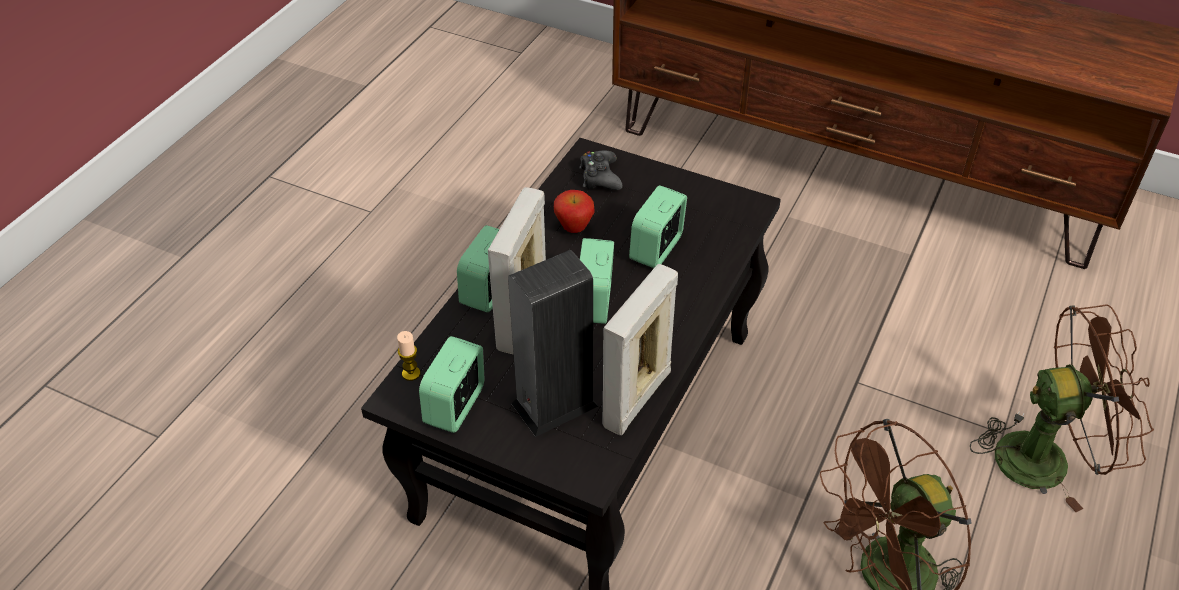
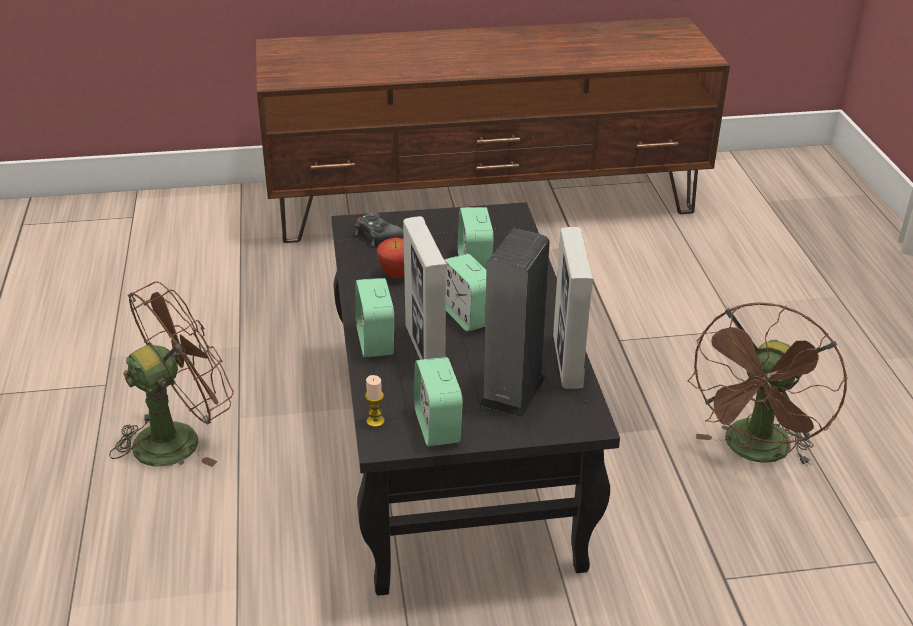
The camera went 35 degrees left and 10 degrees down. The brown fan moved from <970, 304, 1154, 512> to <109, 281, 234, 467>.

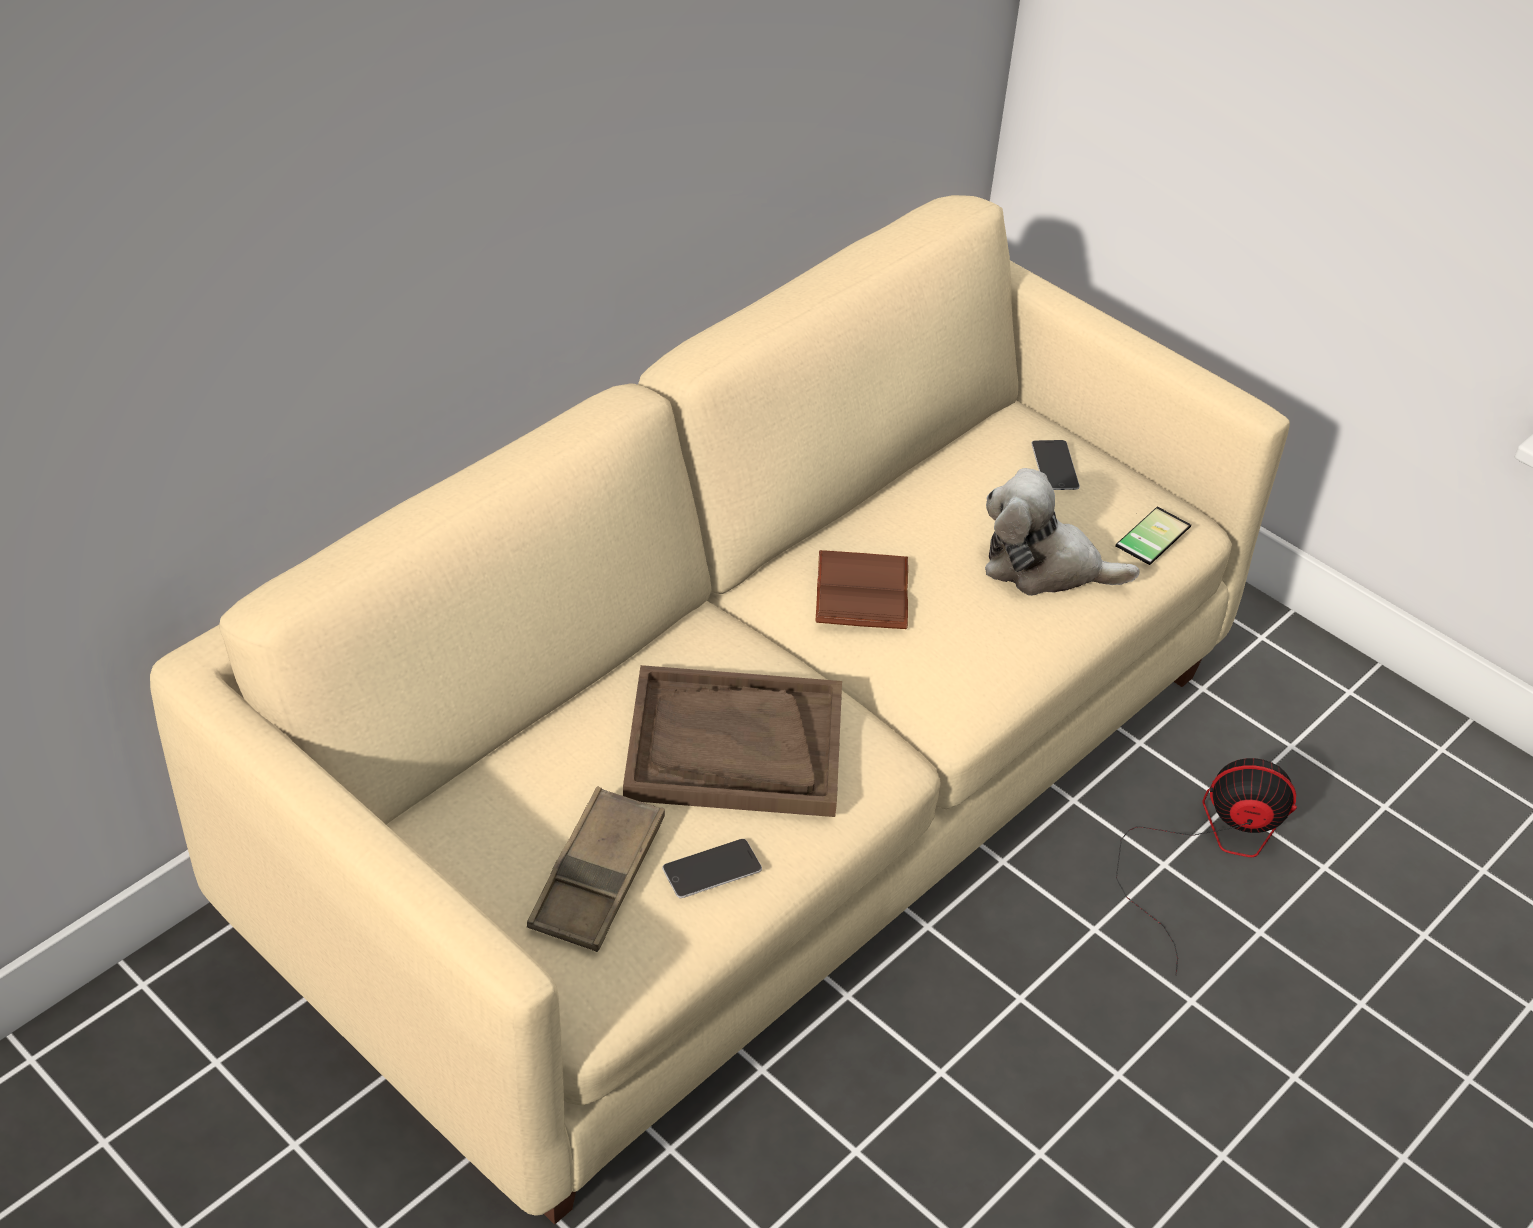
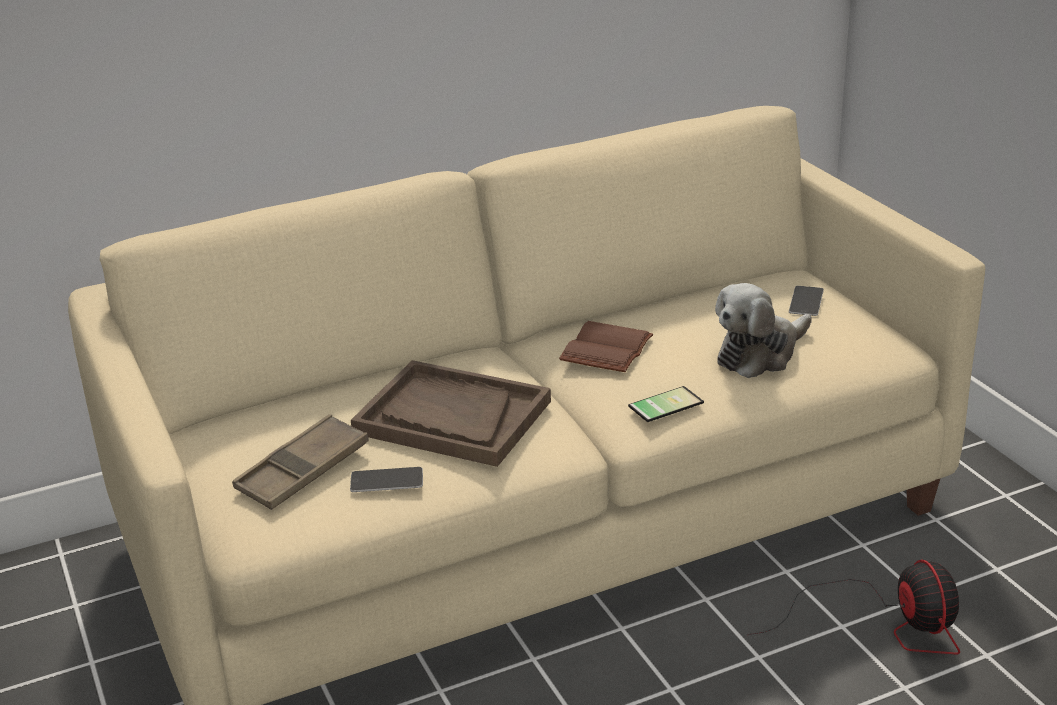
The camera went 25 degrees right and 15 degrees down. The phone moved from <1115, 506, 1191, 565> to <628, 386, 704, 422>. The plush toy at <985, 468, 1140, 596> turned 75 degrees counterclockwise. The fan at <1116, 758, 1297, 976> turned 45 degrees clockwise.

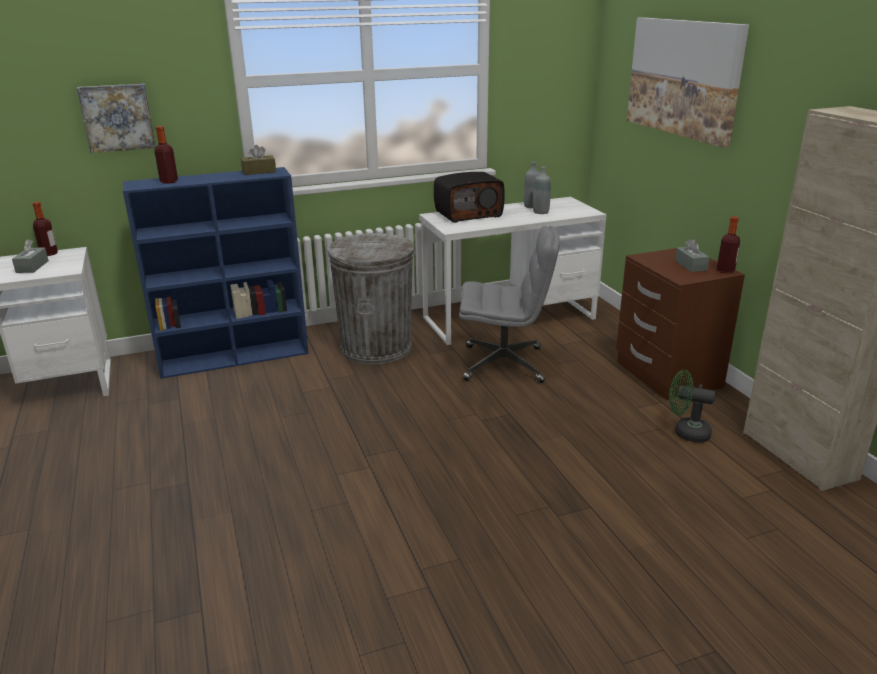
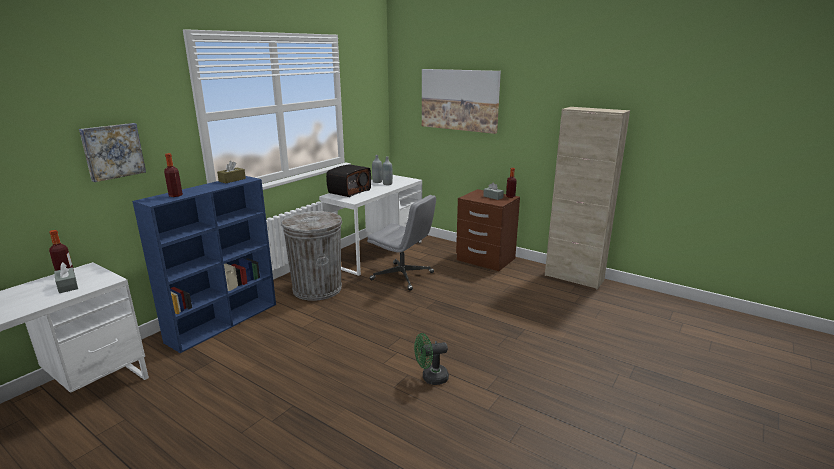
The camera went 35 degrees left and 5 degrees down. The green fan moved from <669, 370, 716, 442> to <414, 333, 449, 385>. The grey office chair at <459, 226, 560, 383> turned 60 degrees clockwise.

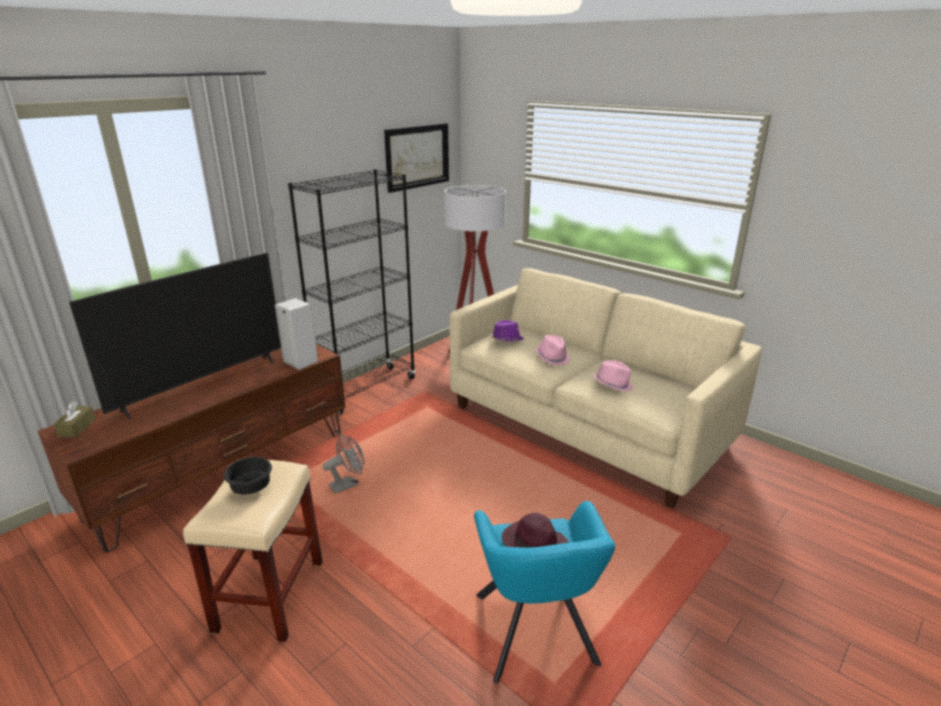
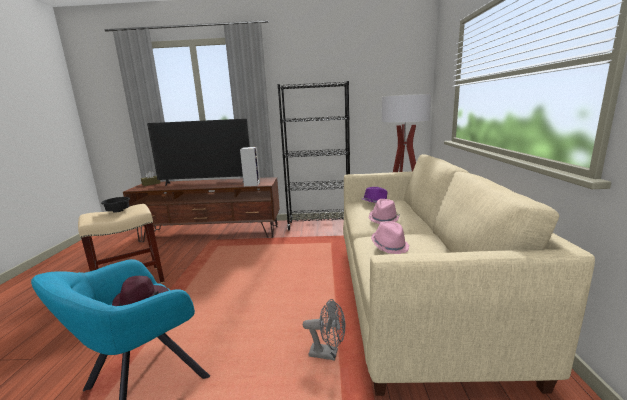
The camera went 50 degrees right and 10 degrees down. The picture at <384, 123, 449, 193> disappeared. The grey fan moved from <323, 434, 365, 494> to <303, 299, 345, 361>.

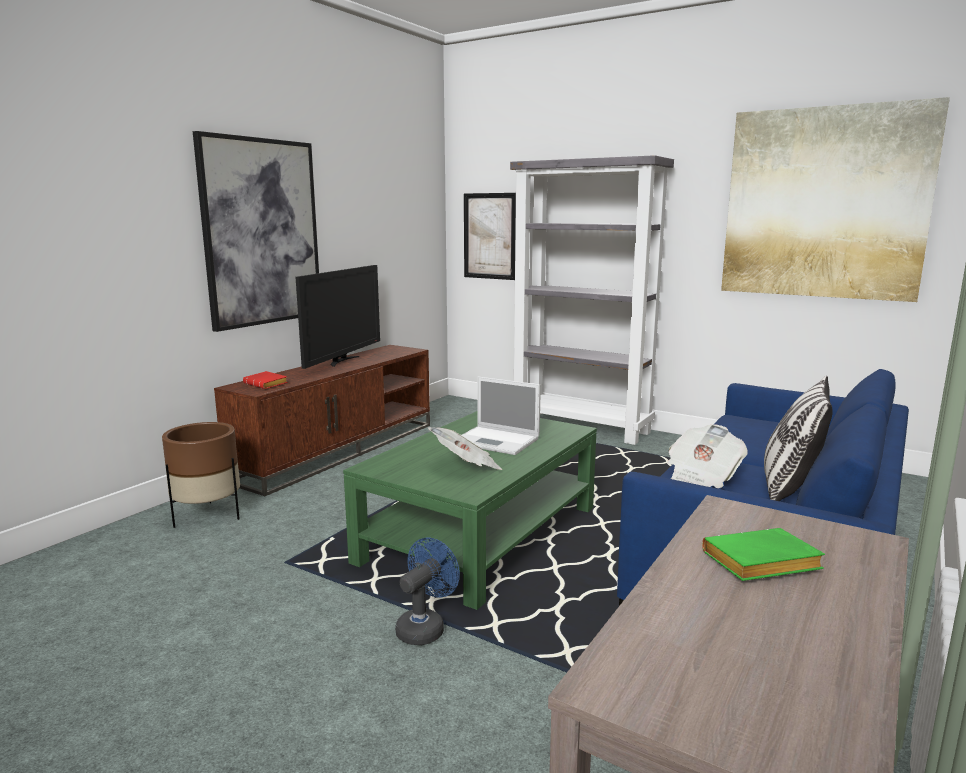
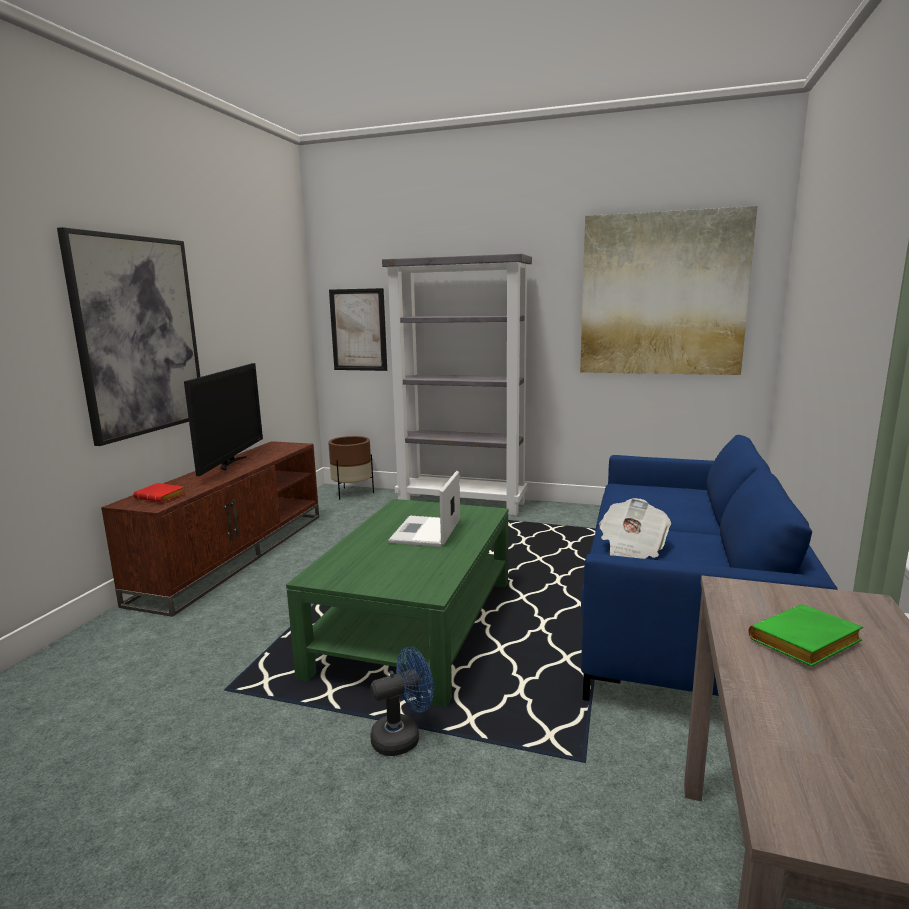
The camera went 15 degrees left and 0 degrees up. The newspaper at <428, 427, 503, 470> disappeared. The pillow at <764, 376, 833, 501> disappeared. The brown planter moved from <162, 422, 240, 528> to <328, 436, 374, 500>. The blue fan at <395, 538, 460, 645> turned 45 degrees clockwise. The laptop at <462, 377, 541, 455> turned 90 degrees clockwise.

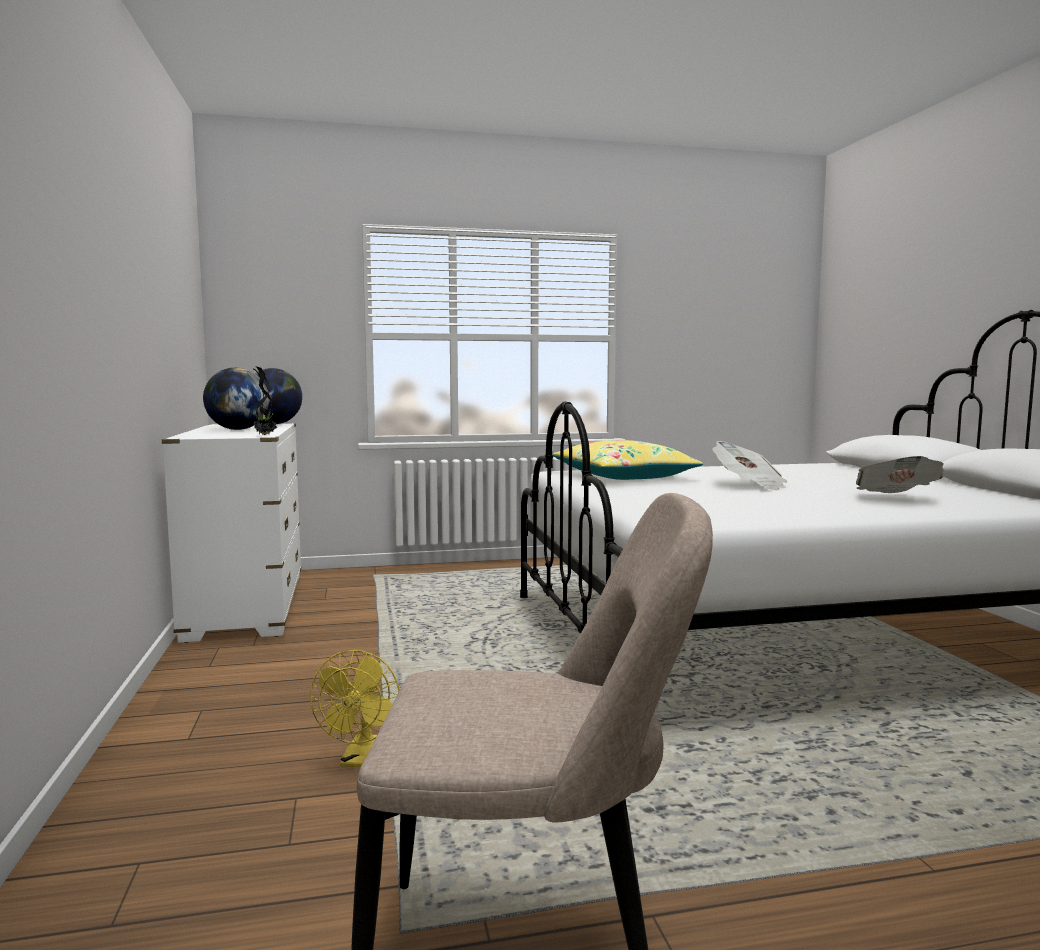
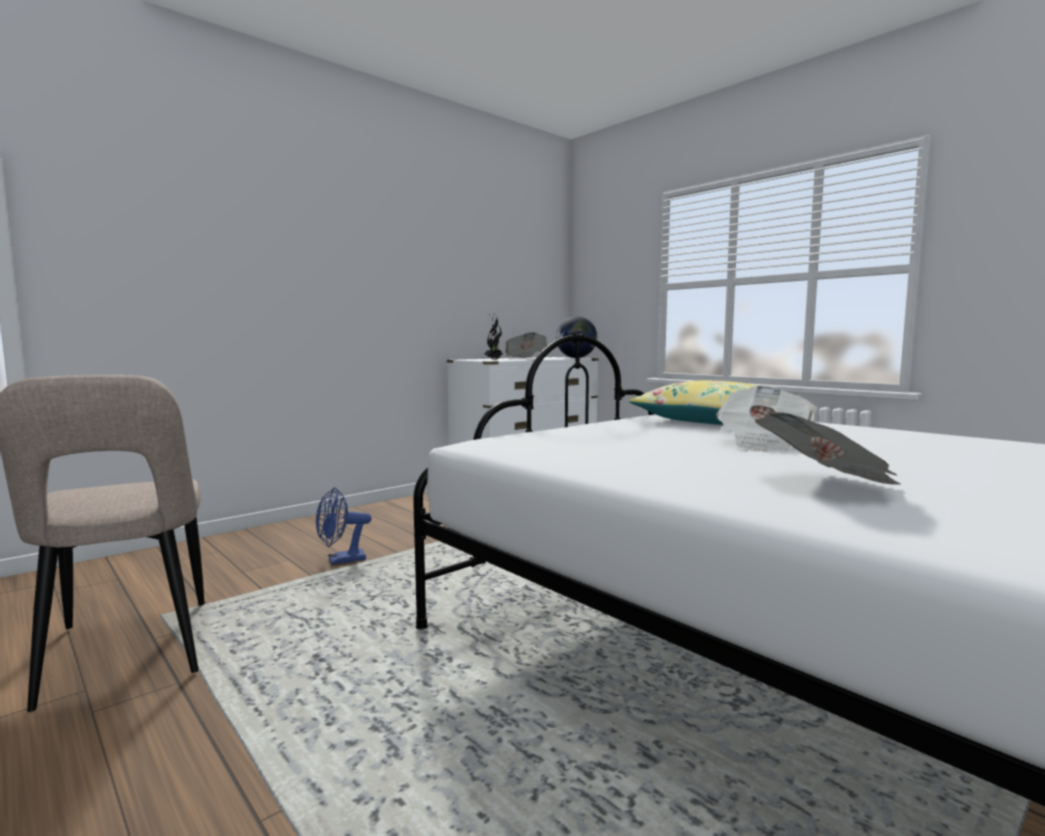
The camera went 60 degrees right and 0 degrees up. The globe at <203, 368, 269, 430> was replaced by the newspaper at <505, 332, 547, 358>. The yellow fan at <310, 650, 400, 767> became the blue fan at <316, 487, 371, 565>.

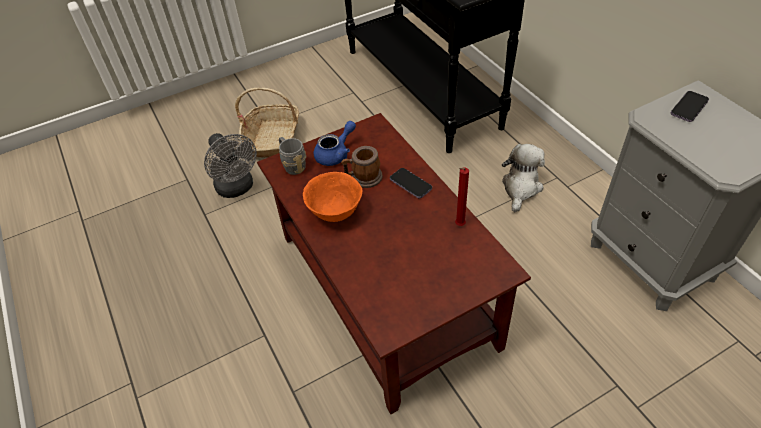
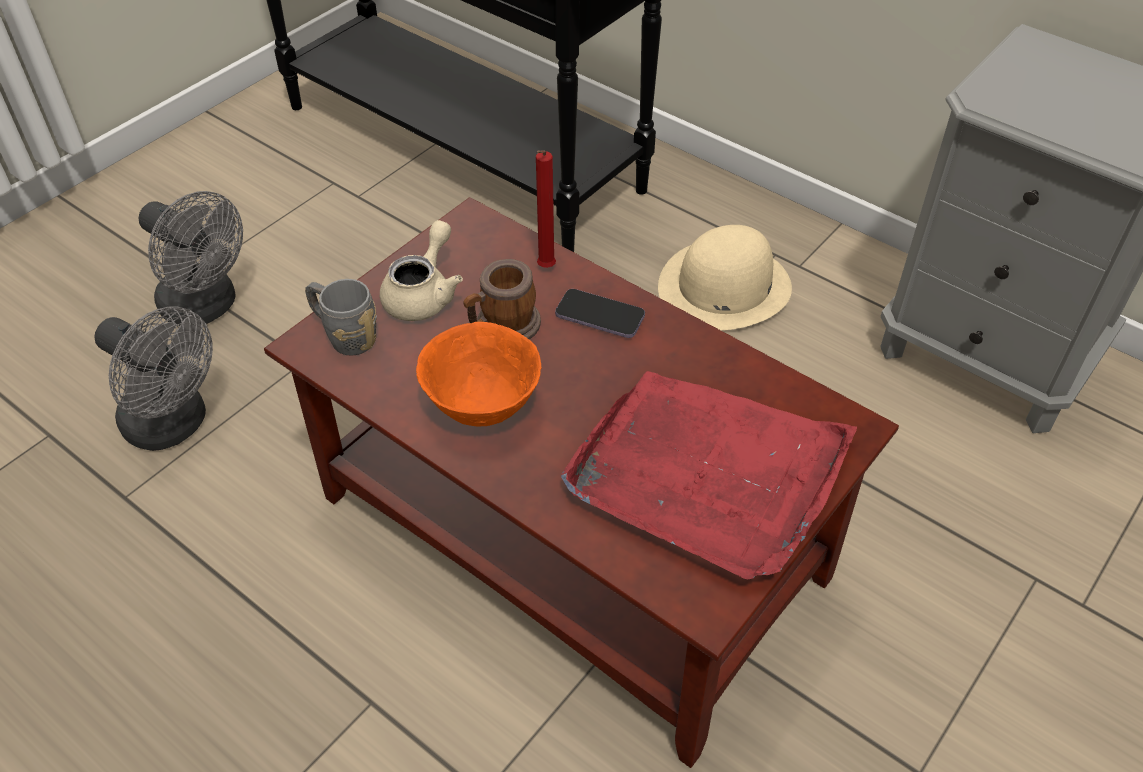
The camera went 25 degrees left and 0 degrees up. The phone at <671, 91, 709, 122> disappeared. The red tray at <561, 371, 857, 579> appeared. The red candle moved from <455, 167, 469, 226> to <536, 150, 556, 268>. The basket at <235, 88, 299, 158> was replaced by the grey fan at <139, 191, 243, 326>. The plush toy at <502, 144, 545, 212> was replaced by the beige hat at <658, 225, 792, 330>. The blue teapot at <314, 121, 356, 166> became the beige teapot at <380, 220, 463, 321>.

